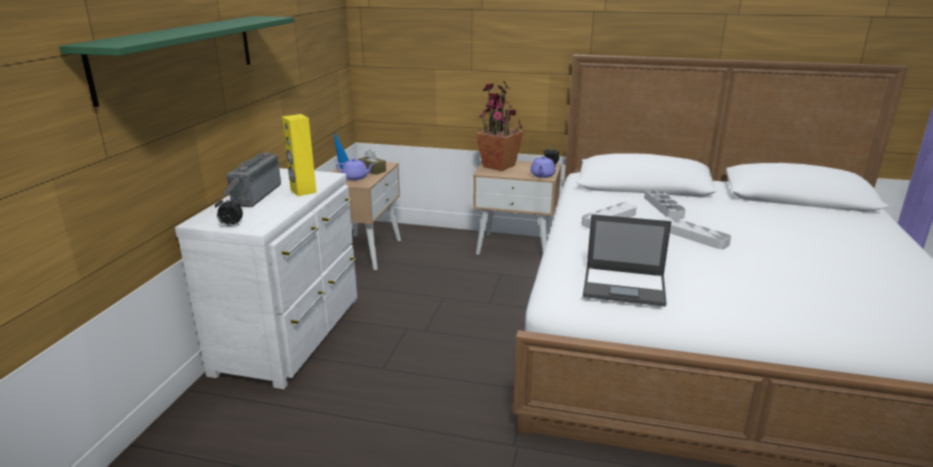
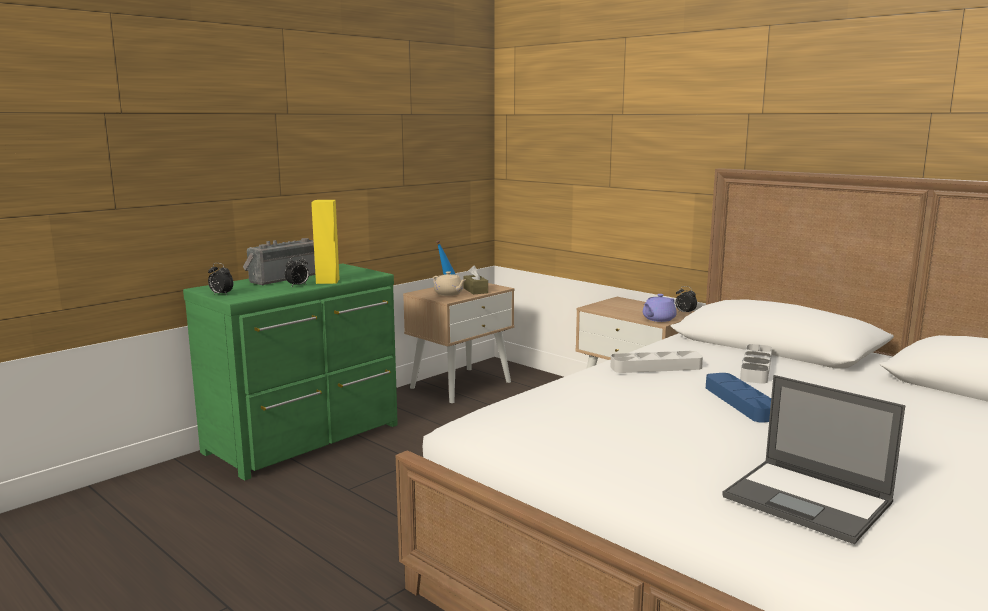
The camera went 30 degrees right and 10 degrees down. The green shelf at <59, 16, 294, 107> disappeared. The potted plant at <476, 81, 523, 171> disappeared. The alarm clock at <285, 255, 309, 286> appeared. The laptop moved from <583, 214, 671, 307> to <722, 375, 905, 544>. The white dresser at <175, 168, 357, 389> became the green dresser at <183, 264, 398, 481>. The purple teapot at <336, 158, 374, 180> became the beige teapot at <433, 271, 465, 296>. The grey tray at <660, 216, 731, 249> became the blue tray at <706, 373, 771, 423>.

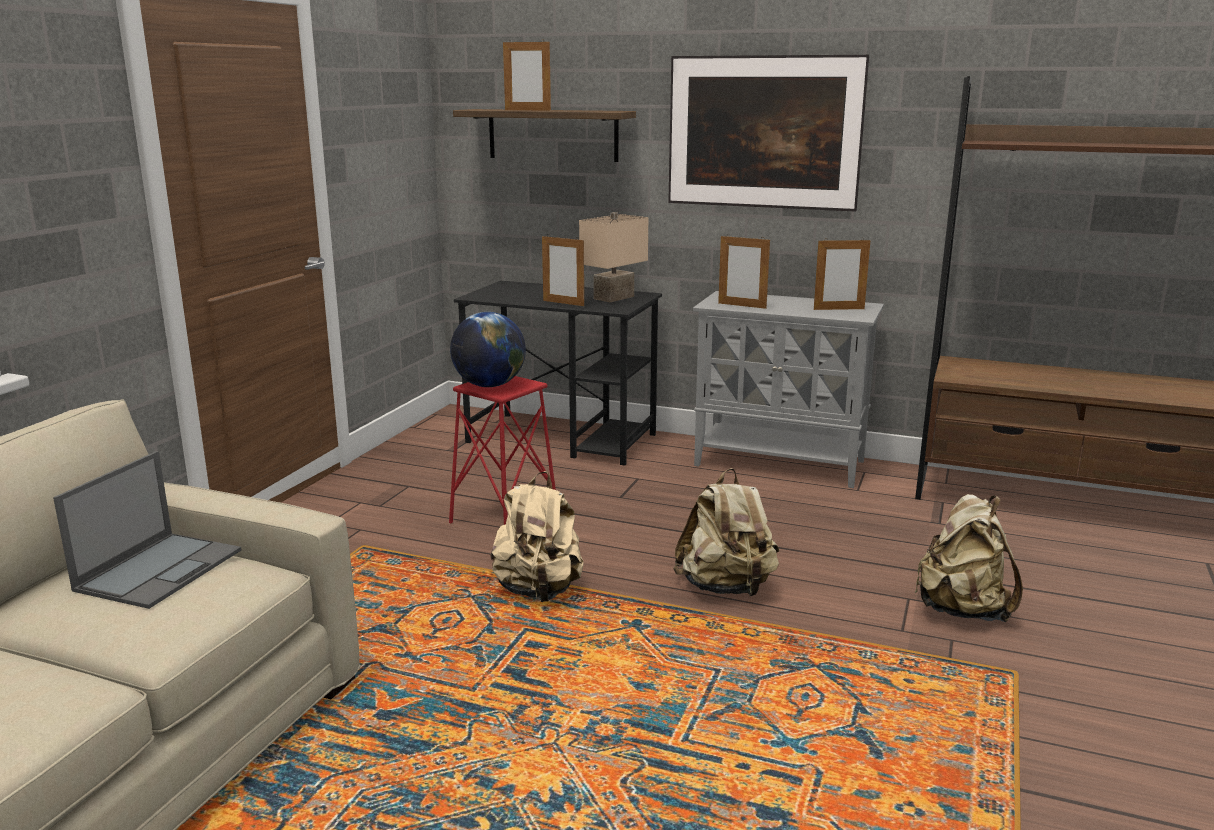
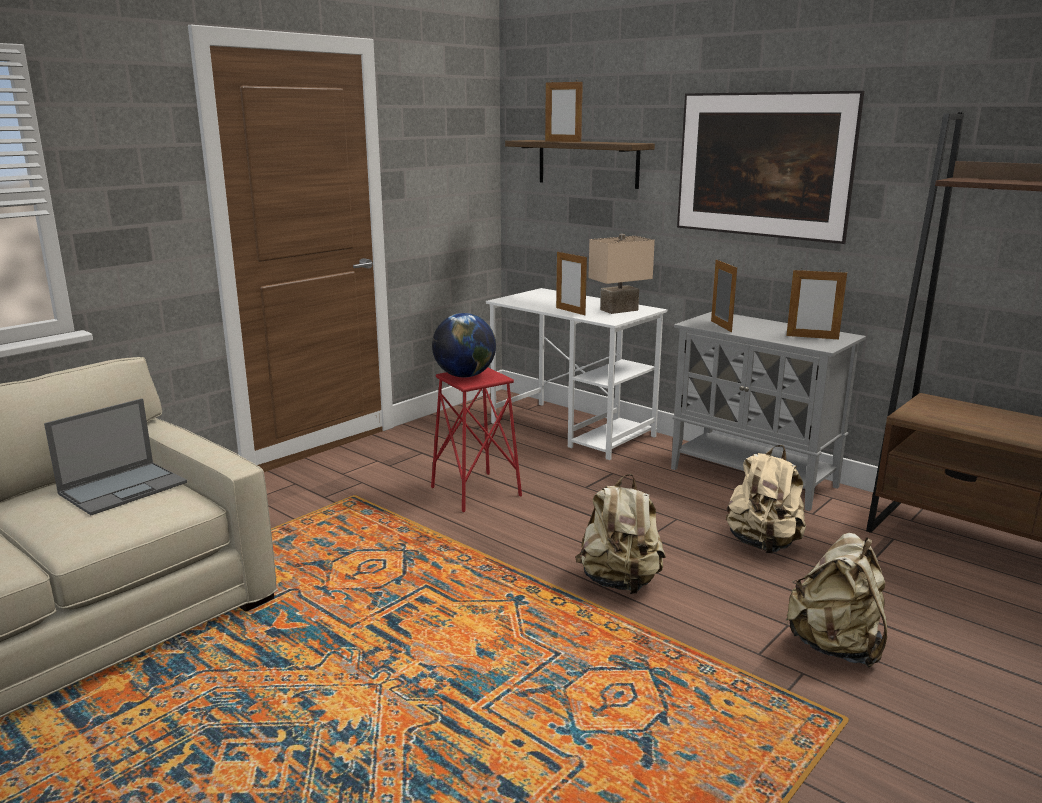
The camera went 20 degrees right and 0 degrees up. The beige backpack moved from <491, 471, 584, 602> to <726, 445, 806, 553>. The black desk at <454, 281, 662, 466> became the white desk at <486, 288, 667, 460>. The picture frame at <718, 234, 770, 309> turned 150 degrees counterclockwise.

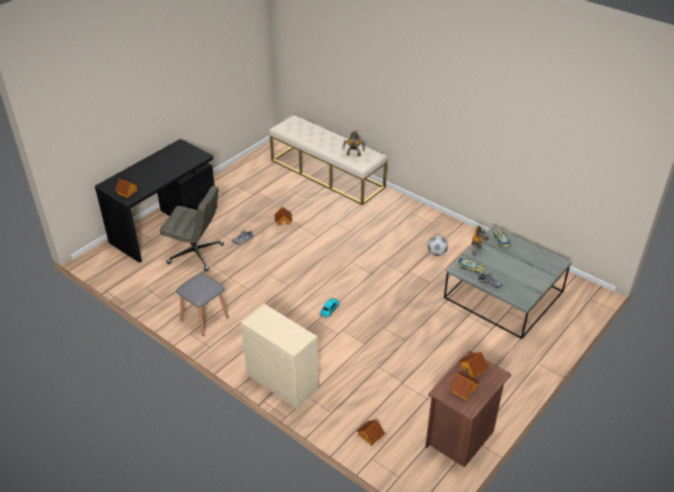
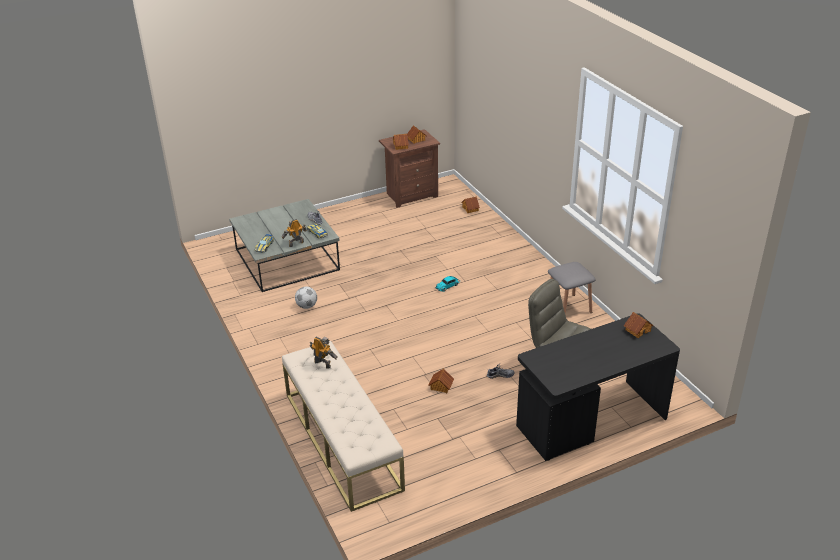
The camera went 155 degrees left and 5 degrees down. The beige dresser at <241, 303, 319, 410> disappeared.

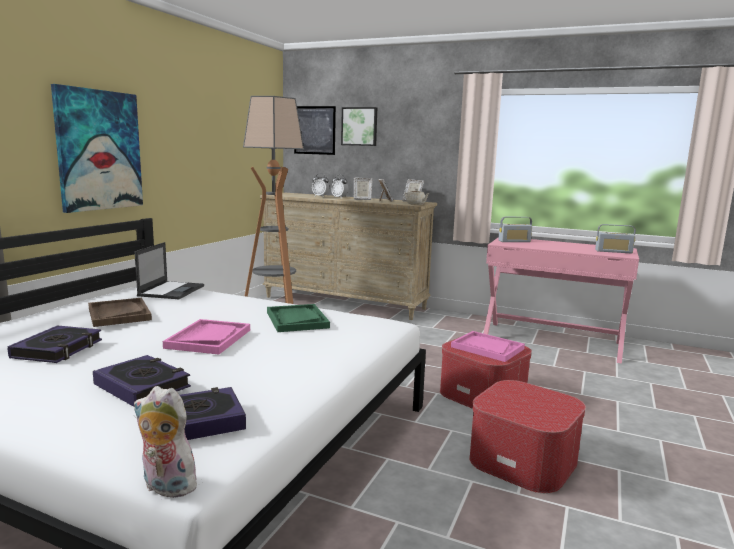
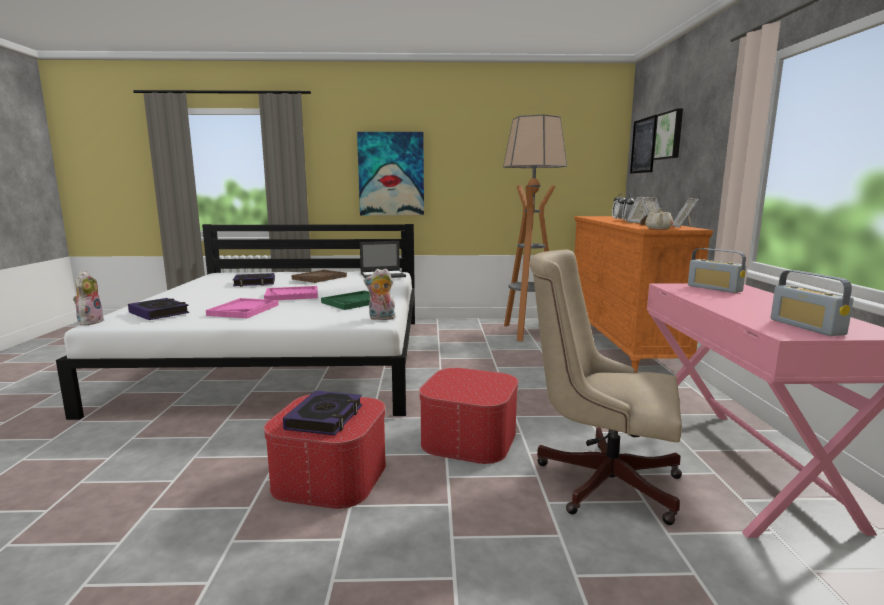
The camera went 65 degrees right and 0 degrees up. The plush toy at <364, 268, 396, 320> appeared. The beige office chair at <529, 249, 682, 525> appeared. The book moved from <93, 355, 191, 407> to <283, 391, 362, 435>. The pink tray moved from <451, 331, 525, 362> to <206, 298, 279, 318>. The beige dresser at <260, 193, 437, 320> became the orange dresser at <574, 216, 713, 375>.

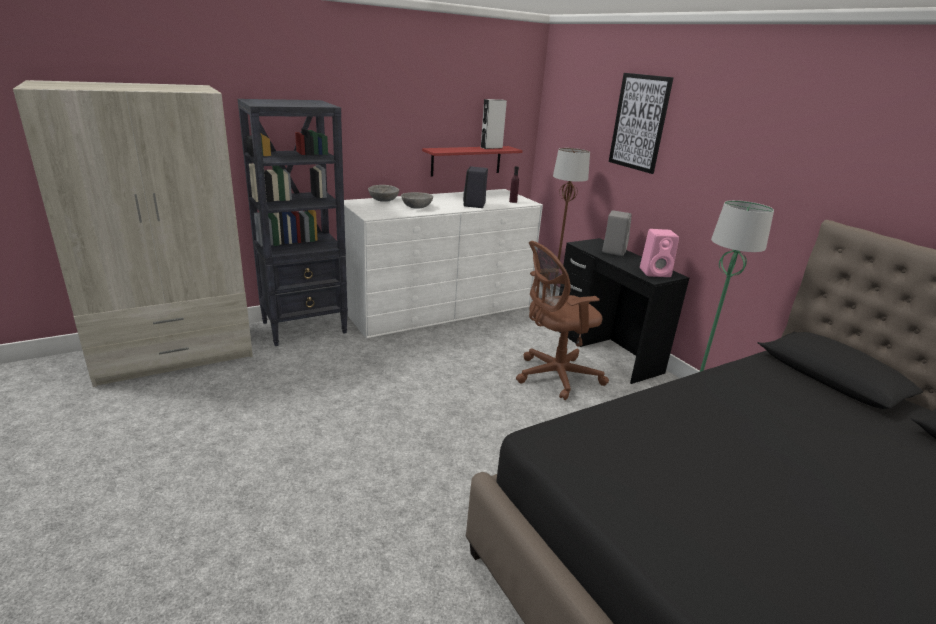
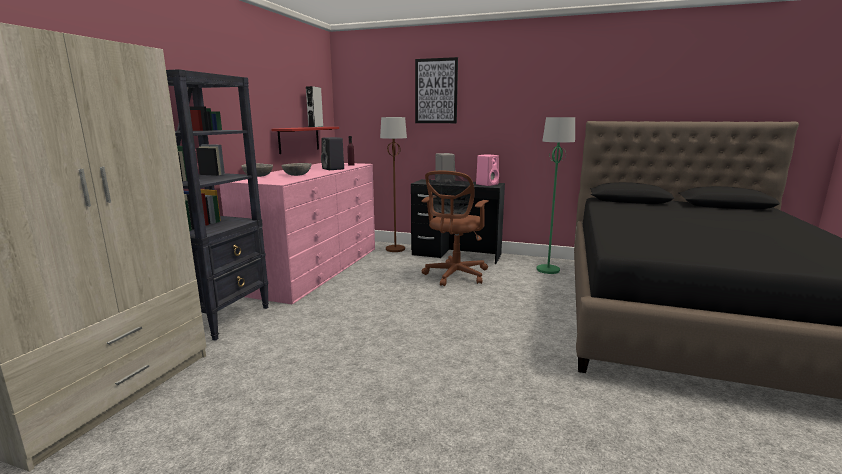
The camera went 40 degrees left and 10 degrees down. The white dresser at <344, 189, 543, 338> became the pink dresser at <219, 163, 375, 305>.

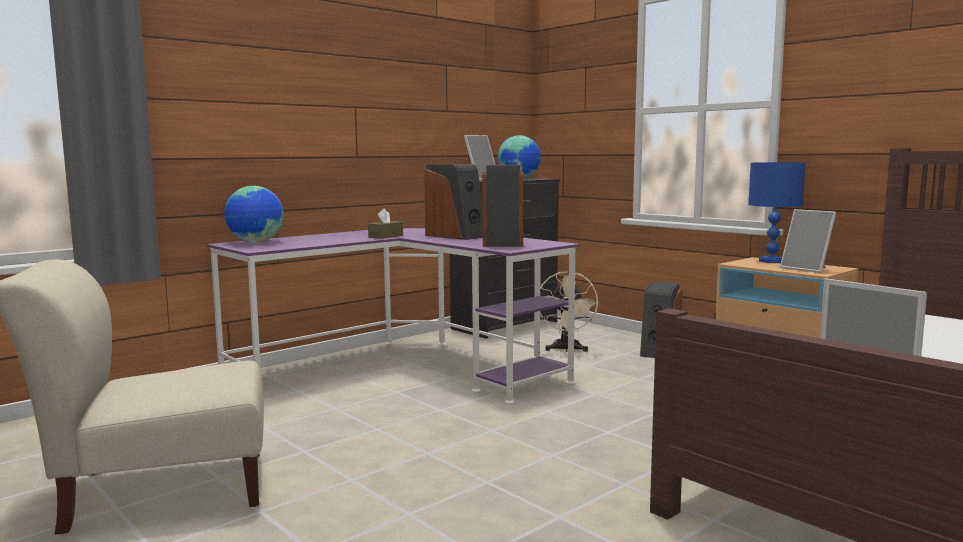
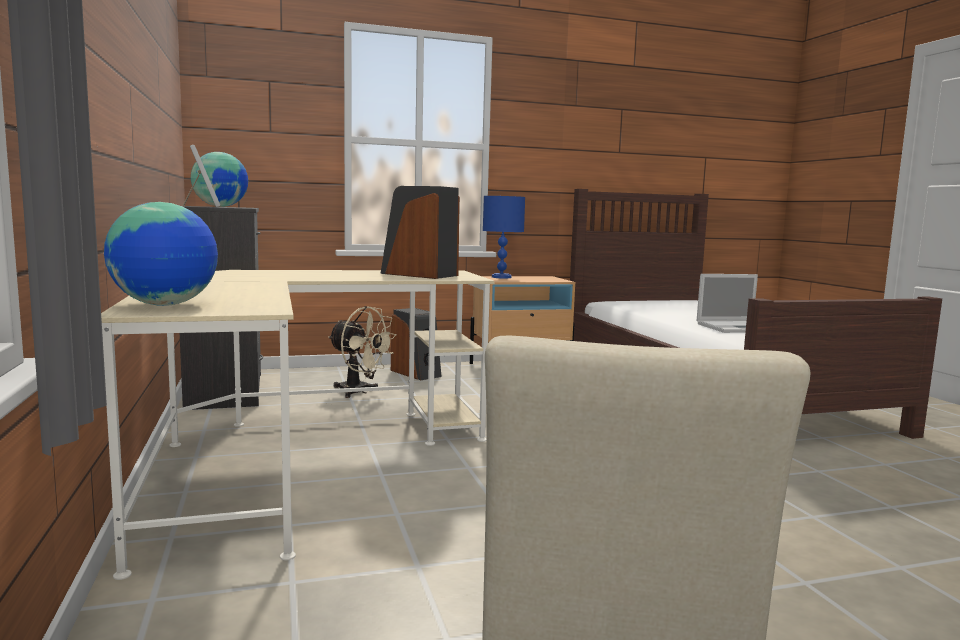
The camera went 65 degrees left and 0 degrees up. The brown tissue box at <368, 209, 403, 239> disappeared. The speaker at <424, 164, 483, 240> disappeared. The picture frame at <780, 209, 836, 273> disappeared. The purple desk at <207, 228, 580, 404> became the beige desk at <101, 270, 495, 580>.

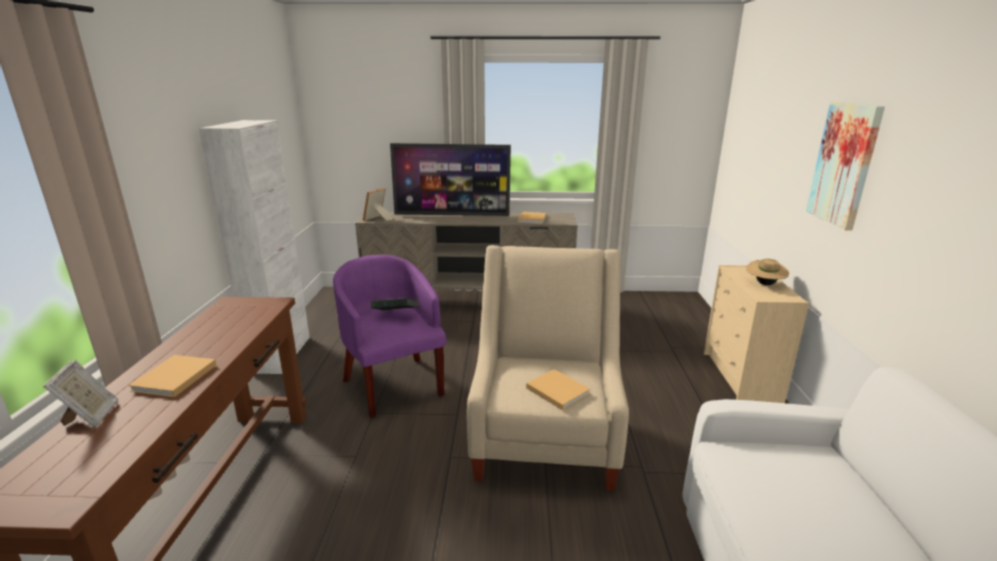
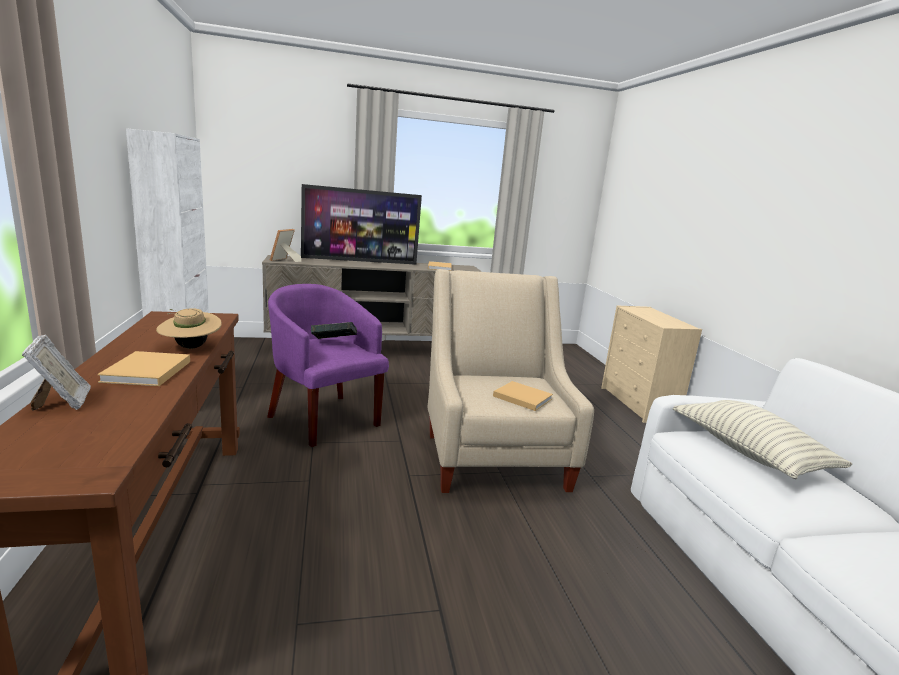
The camera went 15 degrees left and 5 degrees down. The picture at <806, 102, 885, 231> disappeared. The pillow at <673, 400, 852, 479> appeared. The beige hat moved from <746, 259, 789, 285> to <156, 308, 222, 349>.

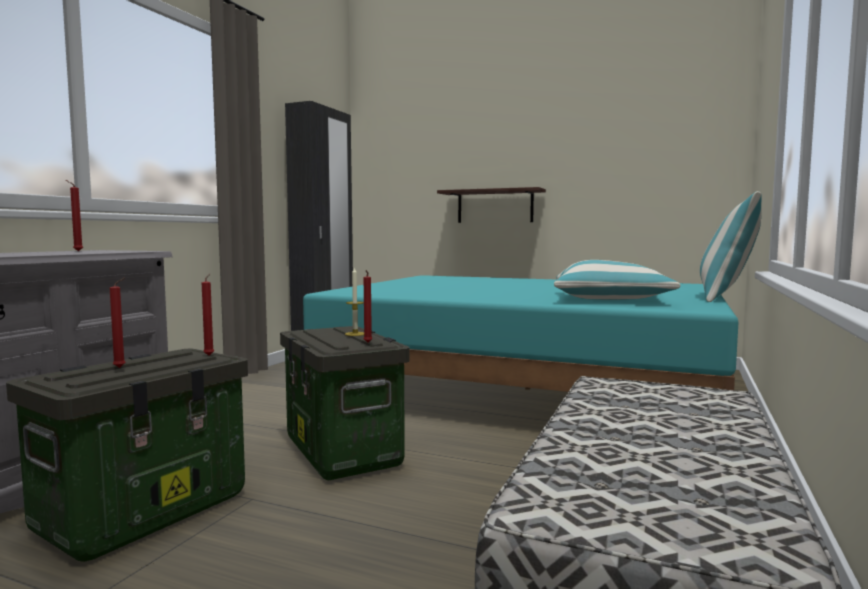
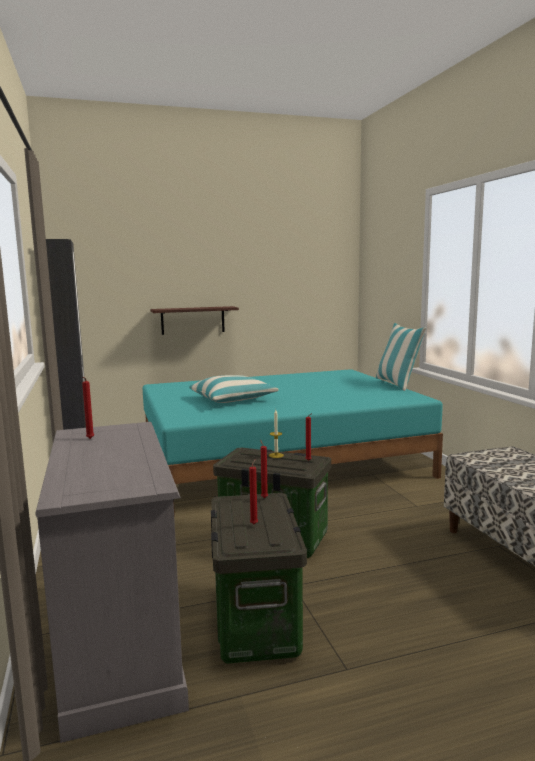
The camera went 40 degrees left and 5 degrees up. The pillow moved from <554, 260, 680, 300> to <189, 375, 279, 403>.

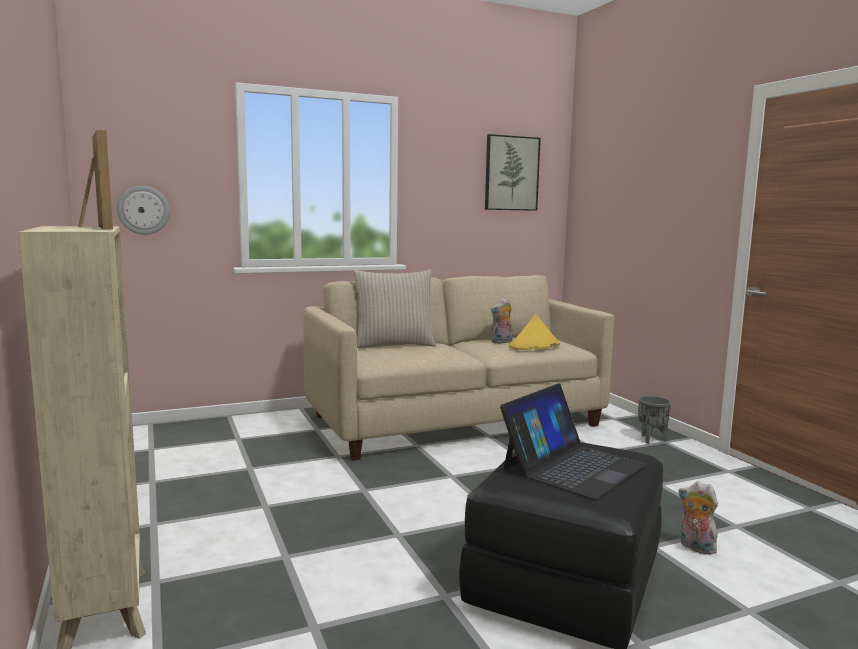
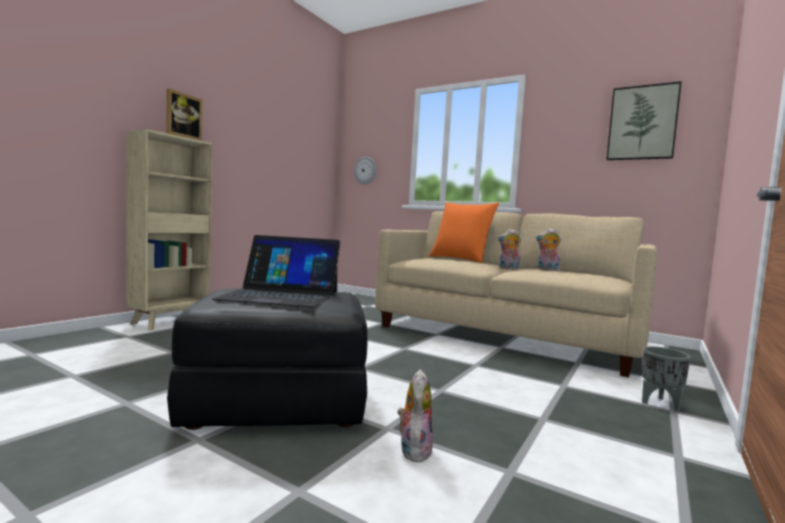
The camera went 55 degrees right and 5 degrees down. The yellow hat at <509, 314, 560, 350> disappeared. The plush toy at <498, 229, 521, 270> appeared. The beige pillow at <353, 270, 436, 348> became the orange pillow at <429, 202, 499, 263>.

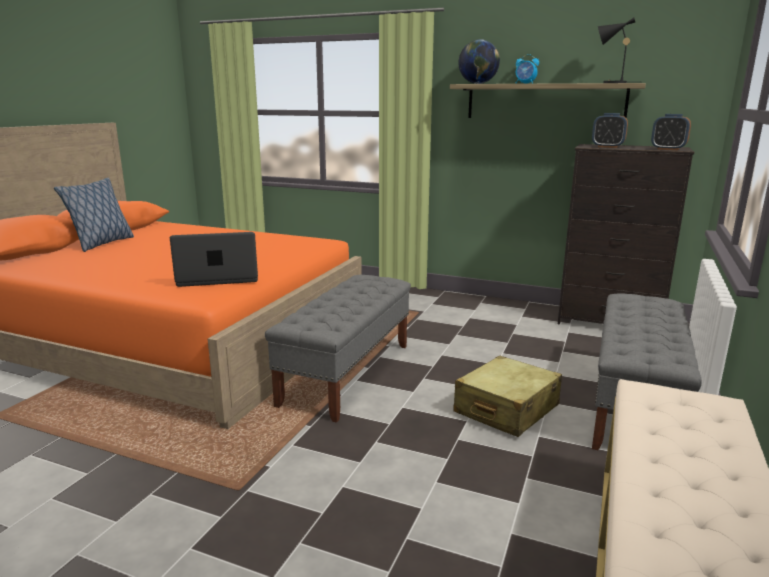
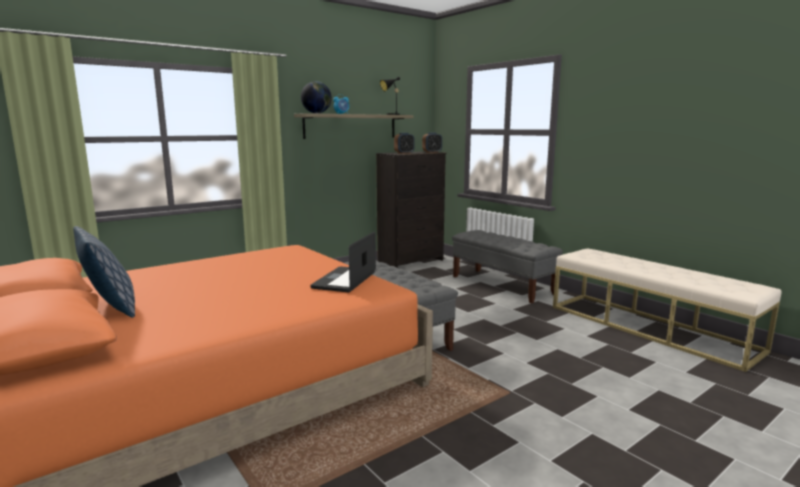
The camera went 60 degrees left and 5 degrees down. The beige suitcase at <453, 355, 562, 437> disappeared.

